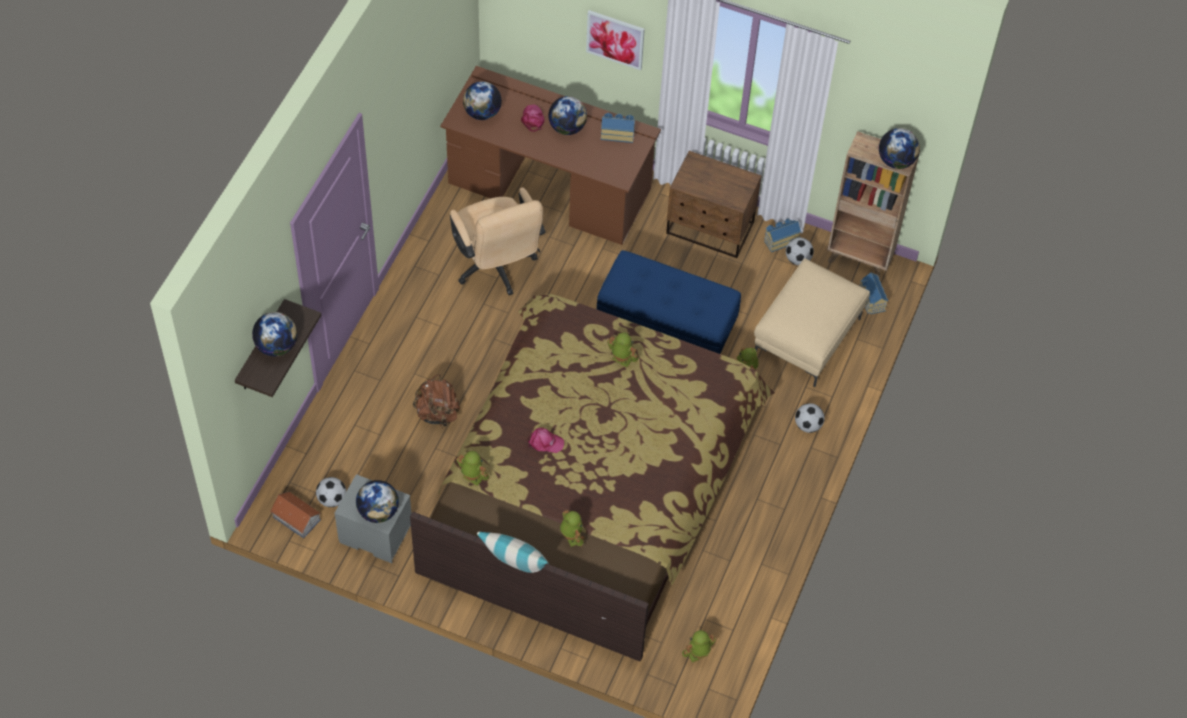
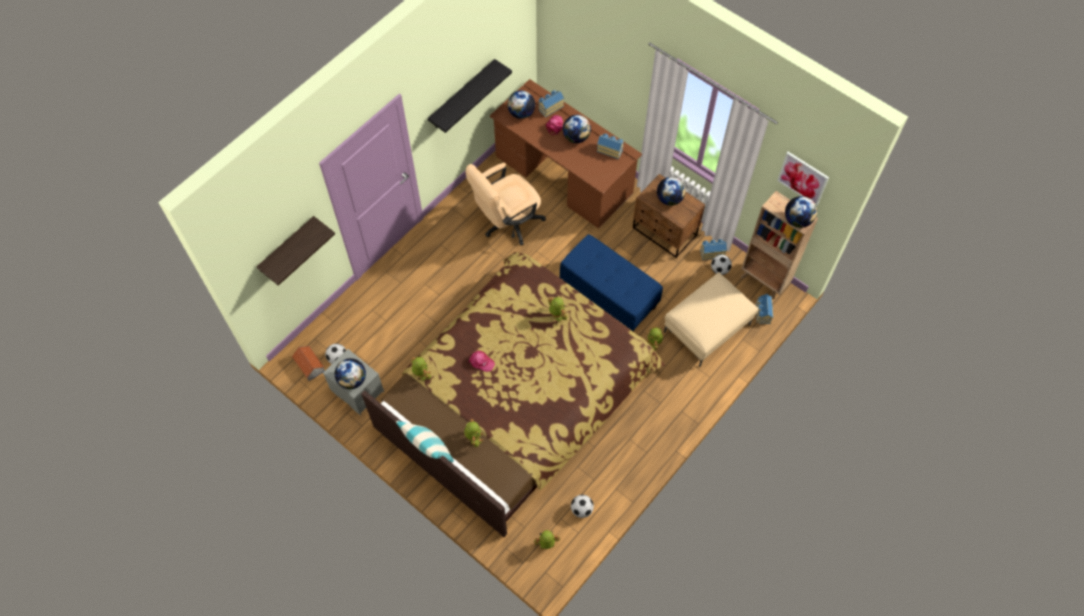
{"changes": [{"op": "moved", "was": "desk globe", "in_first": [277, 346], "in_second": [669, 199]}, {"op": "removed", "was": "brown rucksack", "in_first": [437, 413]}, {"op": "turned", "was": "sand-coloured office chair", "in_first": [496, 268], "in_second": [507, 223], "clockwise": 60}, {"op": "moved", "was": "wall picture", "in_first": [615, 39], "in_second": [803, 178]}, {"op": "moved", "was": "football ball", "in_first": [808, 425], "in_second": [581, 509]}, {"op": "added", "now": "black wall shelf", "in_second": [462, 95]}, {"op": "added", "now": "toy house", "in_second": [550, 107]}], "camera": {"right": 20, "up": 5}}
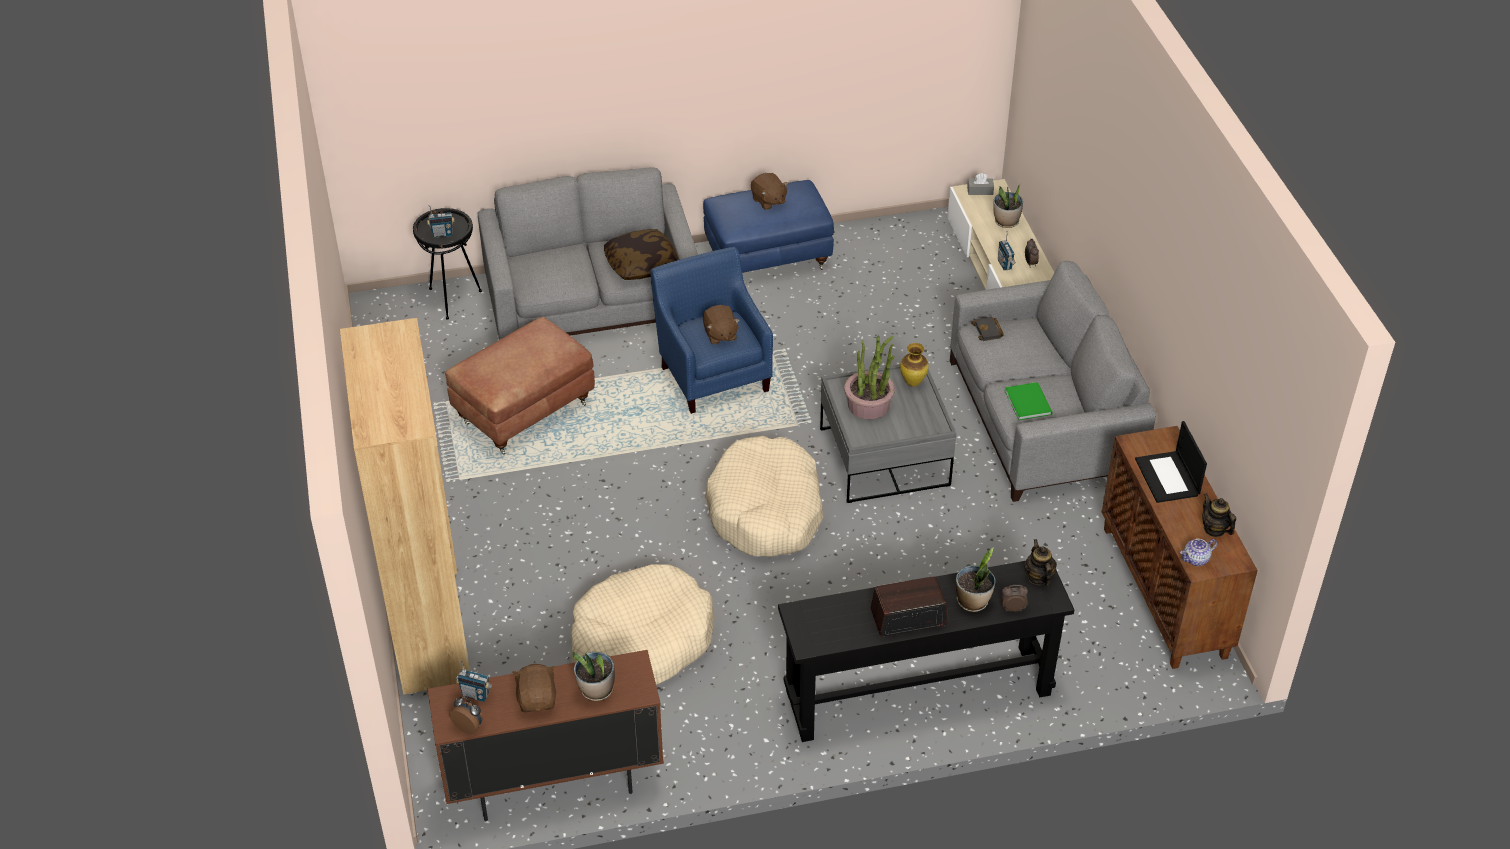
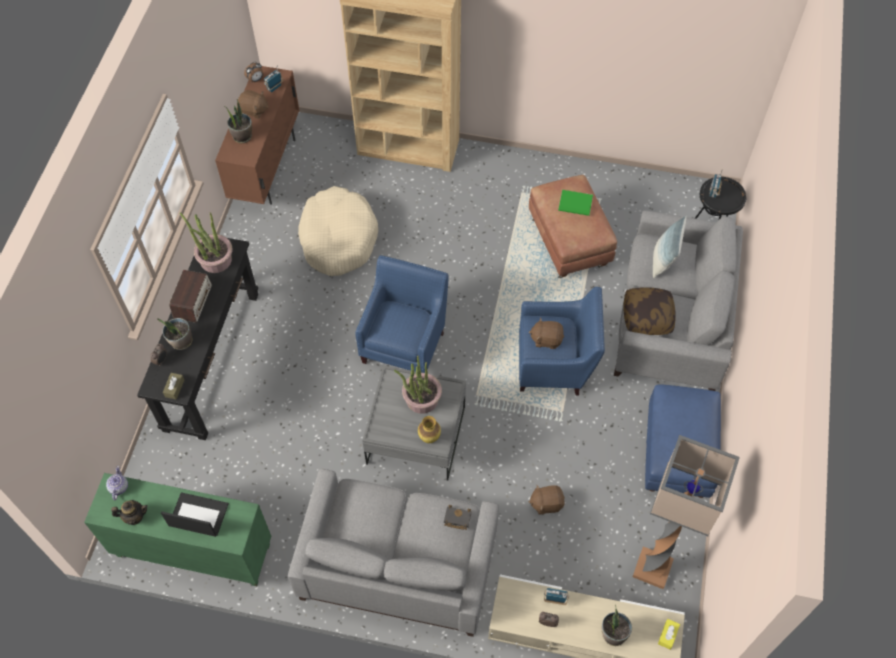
{"changes": [{"op": "replaced", "was": "sand-coloured dog cushion", "now": "blue-coloured easy chair", "in_first": [766, 511], "in_second": [405, 342]}, {"op": "moved", "was": "brown cuddly toy", "in_first": [768, 201], "in_second": [546, 503]}, {"op": "recoloured", "was": "gray tissue holder", "now": "yellow-coloured tissue holder", "in_first": [980, 191], "in_second": [668, 635]}, {"op": "moved", "was": "green-coloured book", "in_first": [1028, 401], "in_second": [576, 204]}, {"op": "replaced", "was": "teapot", "now": "brown tissue holder", "in_first": [1038, 577], "in_second": [174, 388]}, {"op": "recoloured", "was": "brown cupboard", "now": "green-coloured cupboard", "in_first": [1165, 592], "in_second": [192, 551]}, {"op": "added", "now": "houseplant", "in_second": [215, 260]}, {"op": "added", "now": "floor lamp", "in_second": [653, 568]}, {"op": "added", "now": "throw pillow", "in_second": [663, 260]}], "camera": {"right": 115, "up": 15}}
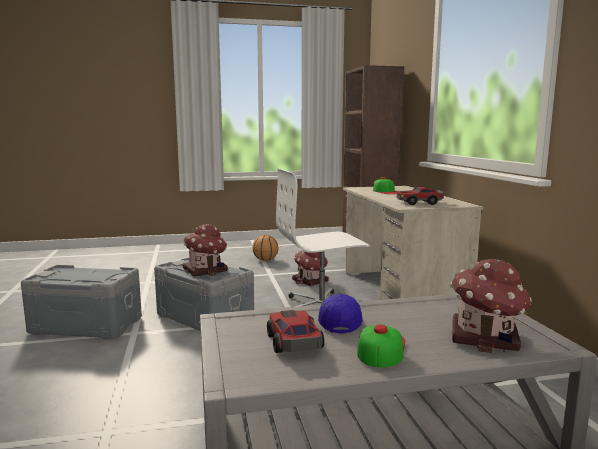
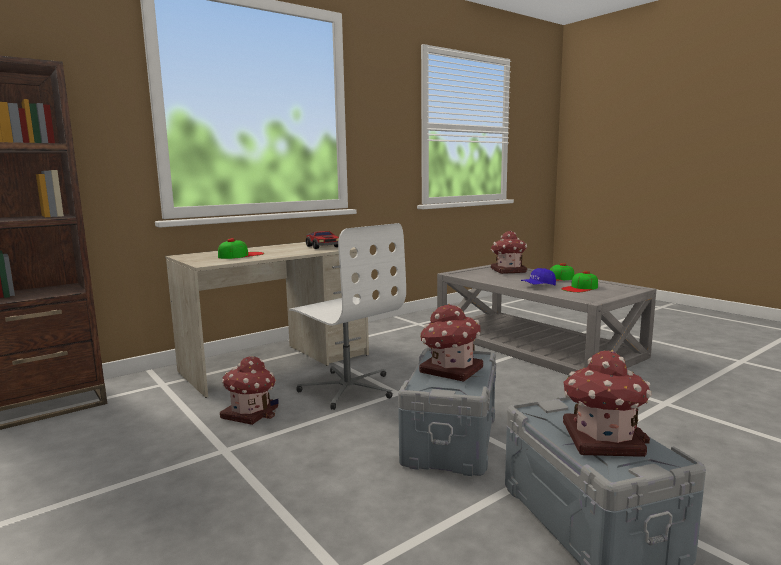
{"changes": [{"op": "removed", "was": "basketball ball", "in_first": [265, 260]}, {"op": "replaced", "was": "model car", "now": "baseball cap", "in_first": [294, 342], "in_second": [580, 288]}, {"op": "added", "now": "toy house", "in_second": [602, 439]}], "camera": {"right": -115, "up": 0}}
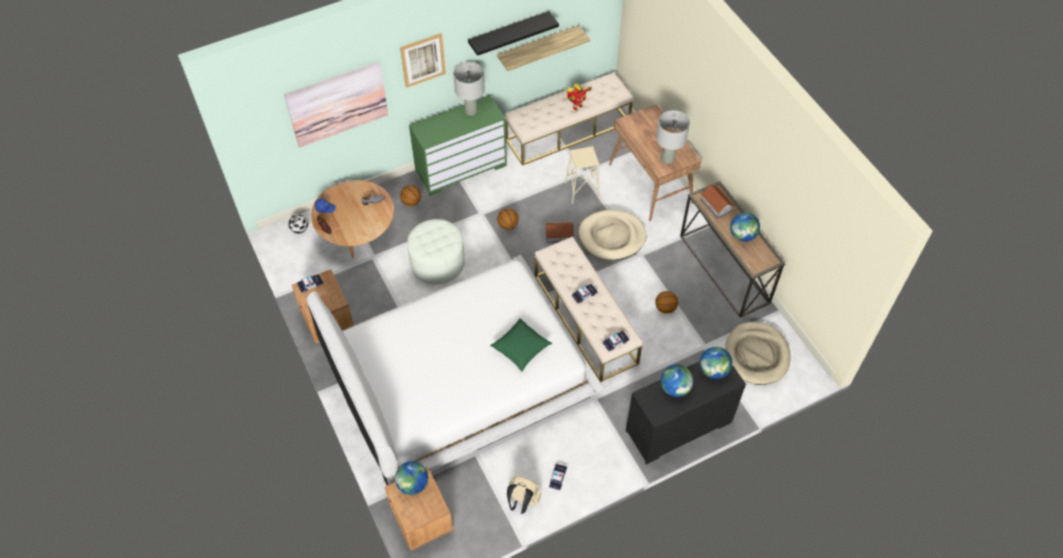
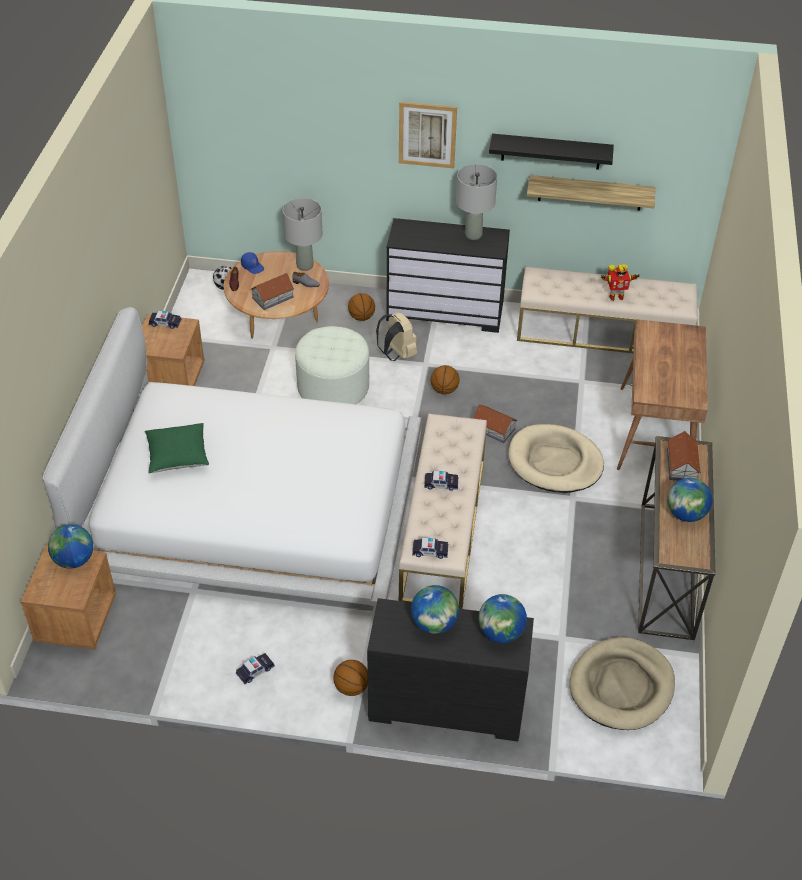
{"changes": [{"op": "removed", "was": "wall picture", "in_first": [337, 104]}, {"op": "recoloured", "was": "green-coloured chest of drawers", "now": "black chest of drawers", "in_first": [461, 168], "in_second": [445, 311]}, {"op": "moved", "was": "green-coloured throw pillow", "in_first": [521, 349], "in_second": [178, 456]}, {"op": "moved", "was": "sand-coloured rucksack", "in_first": [522, 501], "in_second": [397, 354]}, {"op": "removed", "was": "sand-coloured stool", "in_first": [582, 190]}, {"op": "moved", "was": "basketball ball", "in_first": [665, 308], "in_second": [351, 687]}, {"op": "moved", "was": "gray tabletop lamp", "in_first": [667, 159], "in_second": [304, 266]}, {"op": "added", "now": "toy house", "in_second": [272, 297]}], "camera": {"right": 35, "up": -10}}
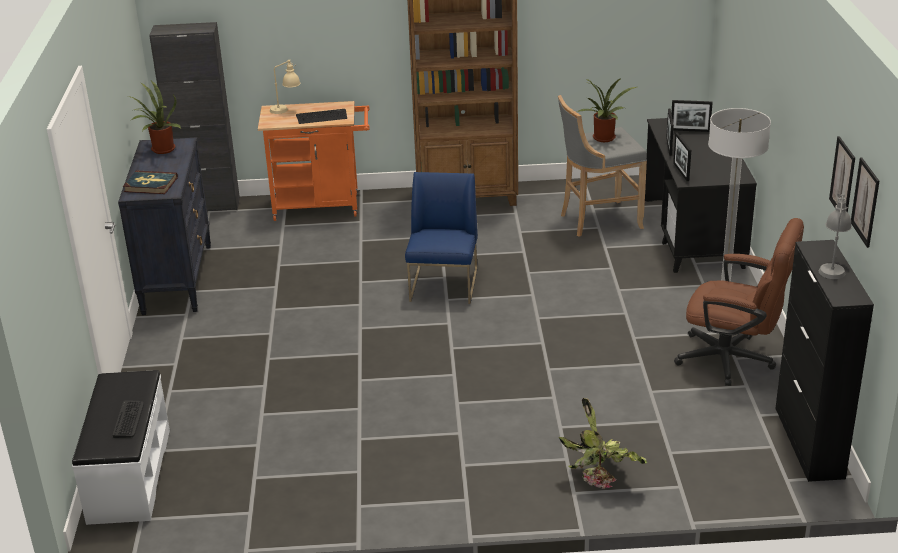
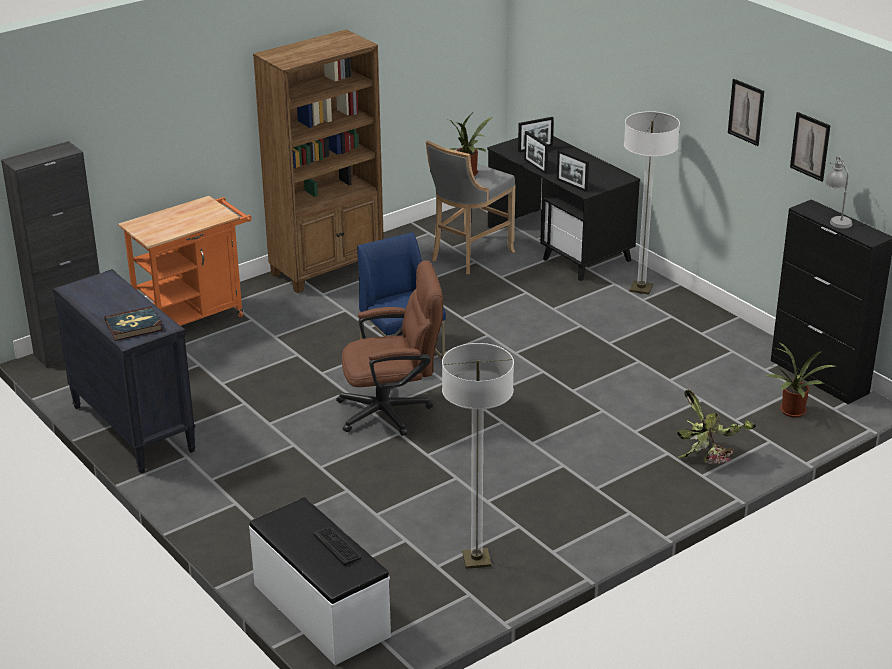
{"changes": [{"op": "moved", "was": "houseplant", "in_first": [161, 150], "in_second": [792, 412]}, {"op": "removed", "was": "sand-coloured tabletop lamp", "in_first": [286, 110]}, {"op": "removed", "was": "keyboard", "in_first": [322, 117]}, {"op": "moved", "was": "brown office chair", "in_first": [734, 360], "in_second": [393, 411]}, {"op": "moved", "was": "wall picture", "in_first": [865, 202], "in_second": [746, 112]}, {"op": "added", "now": "floor lamp", "in_second": [476, 559]}], "camera": {"right": -35, "up": 0}}
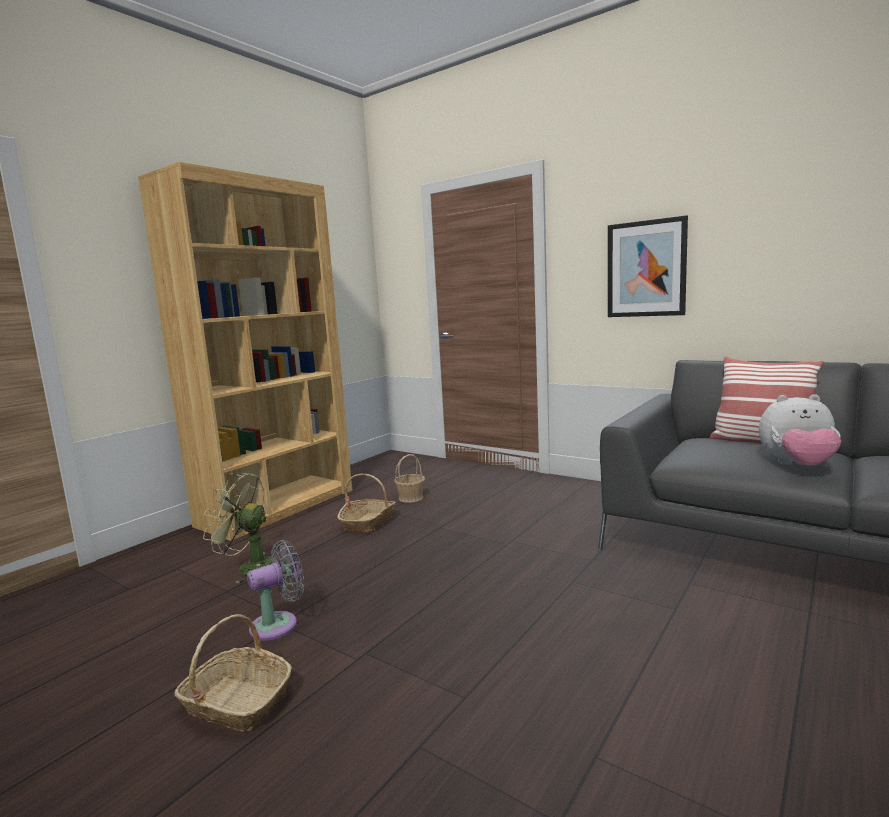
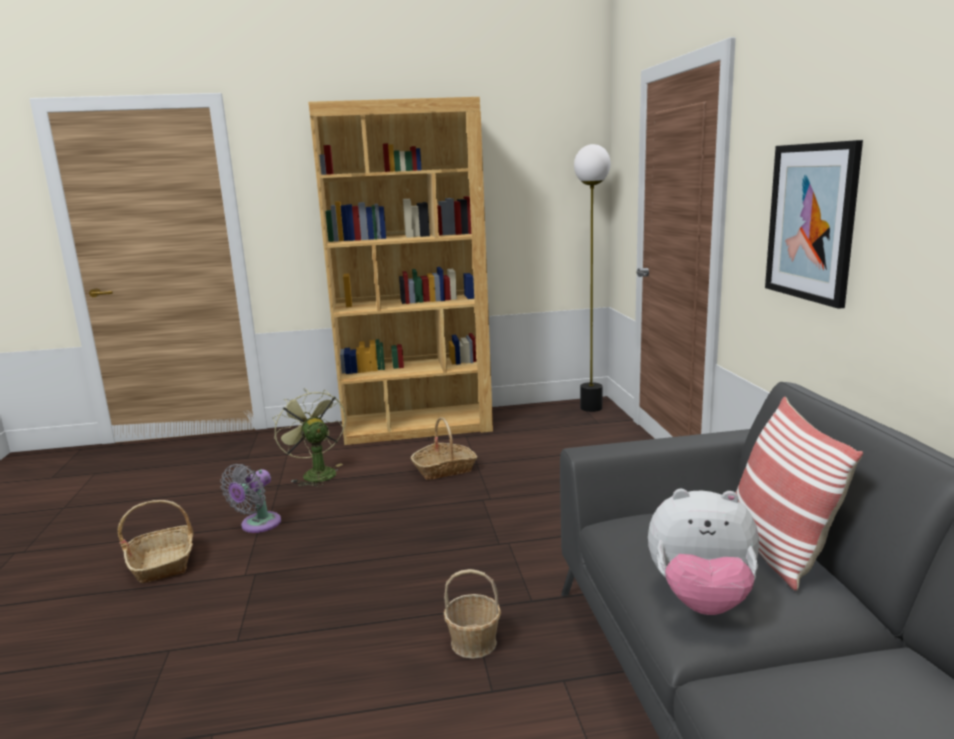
{"changes": [{"op": "turned", "was": "gray electric fan", "in_first": [279, 624], "in_second": [257, 525], "clockwise": 105}, {"op": "moved", "was": "basket", "in_first": [411, 498], "in_second": [474, 643]}, {"op": "turned", "was": "cuddly toy", "in_first": [797, 466], "in_second": [701, 599], "clockwise": -45}, {"op": "added", "now": "floor lamp", "in_second": [591, 408]}], "camera": {"right": 45, "up": 5}}
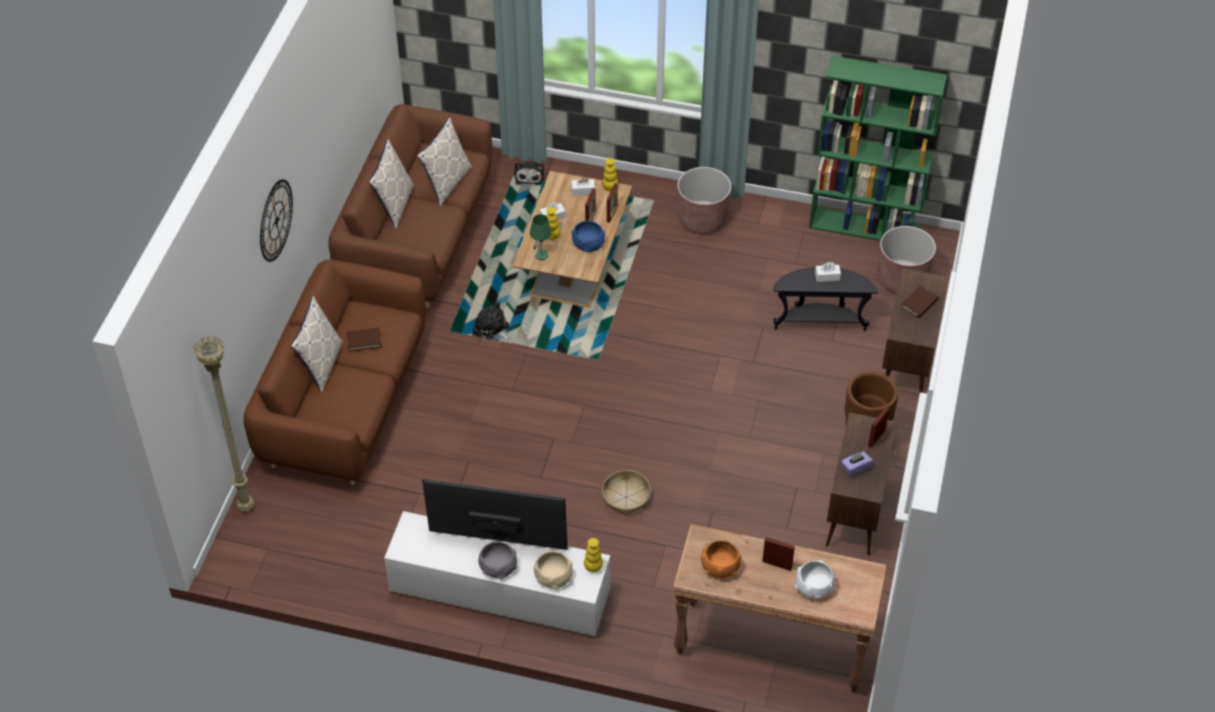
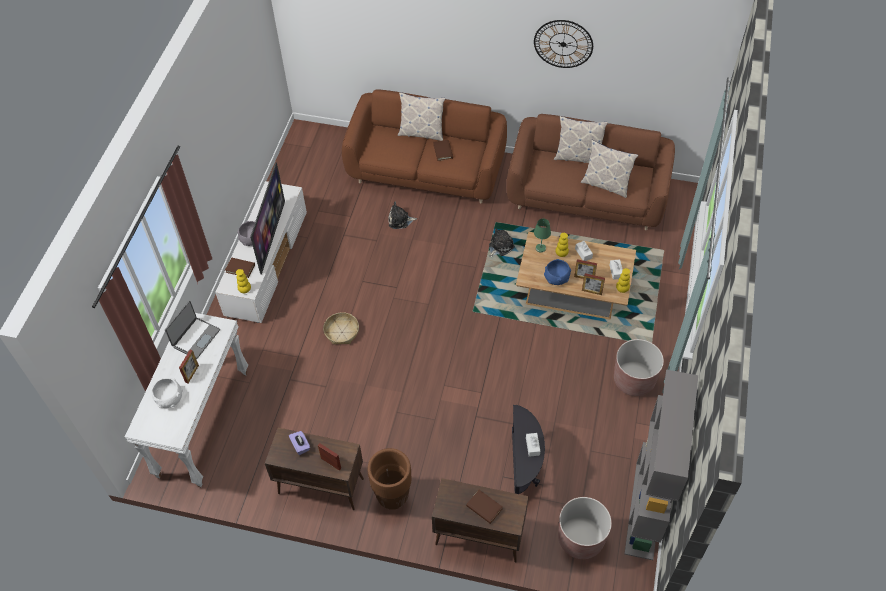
{"changes": [{"op": "removed", "was": "sand-coloured floor lamp", "in_first": [247, 507]}, {"op": "moved", "was": "clock on the wall", "in_first": [276, 220], "in_second": [563, 44]}, {"op": "moved", "was": "cuddly toy", "in_first": [529, 176], "in_second": [400, 220]}, {"op": "replaced", "was": "sand-coloured serving bowl", "now": "brown book", "in_first": [553, 576], "in_second": [240, 268]}, {"op": "recoloured", "was": "brown narrow table", "now": "white-coloured narrow table", "in_first": [771, 647], "in_second": [203, 423]}, {"op": "replaced", "was": "orange-coloured serving bowl", "now": "portable computer", "in_first": [720, 566], "in_second": [195, 338]}, {"op": "recoloured", "was": "green-coloured bookshelf", "now": "gray bookshelf", "in_first": [865, 226], "in_second": [645, 511]}], "camera": {"right": 90, "up": 5}}
